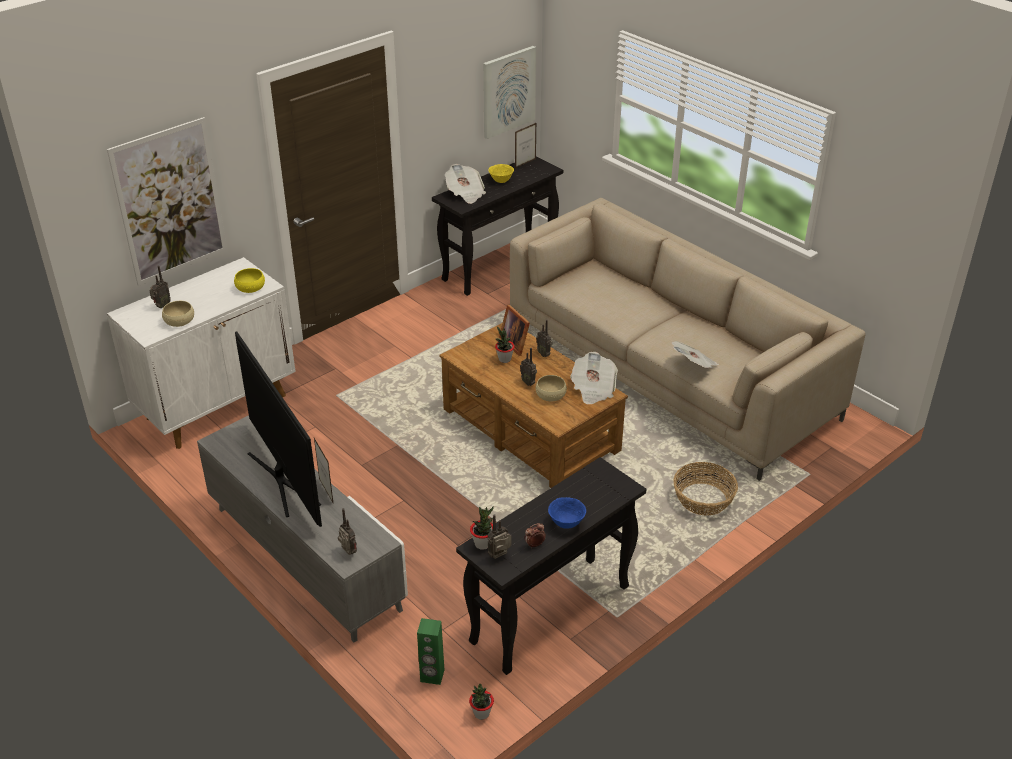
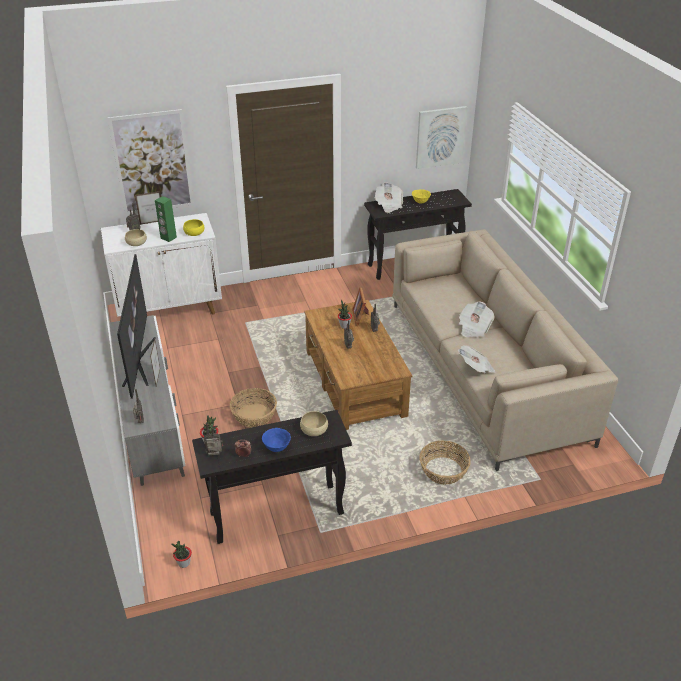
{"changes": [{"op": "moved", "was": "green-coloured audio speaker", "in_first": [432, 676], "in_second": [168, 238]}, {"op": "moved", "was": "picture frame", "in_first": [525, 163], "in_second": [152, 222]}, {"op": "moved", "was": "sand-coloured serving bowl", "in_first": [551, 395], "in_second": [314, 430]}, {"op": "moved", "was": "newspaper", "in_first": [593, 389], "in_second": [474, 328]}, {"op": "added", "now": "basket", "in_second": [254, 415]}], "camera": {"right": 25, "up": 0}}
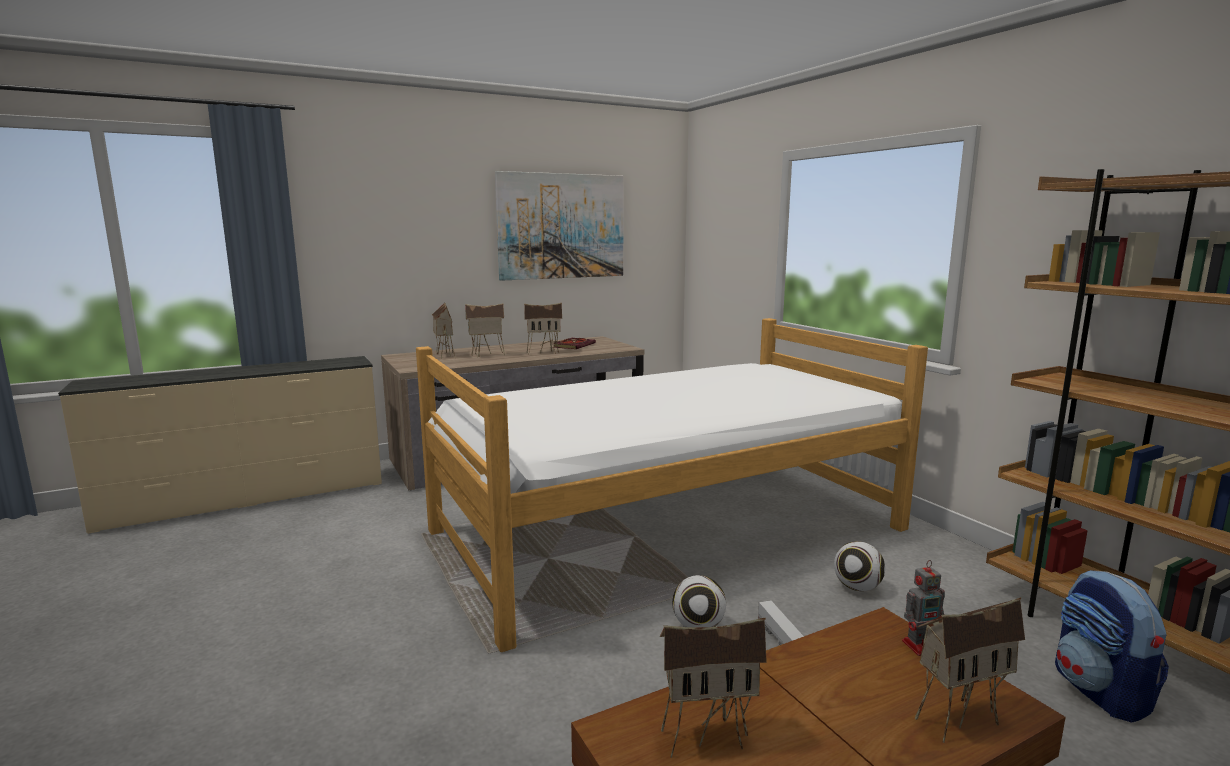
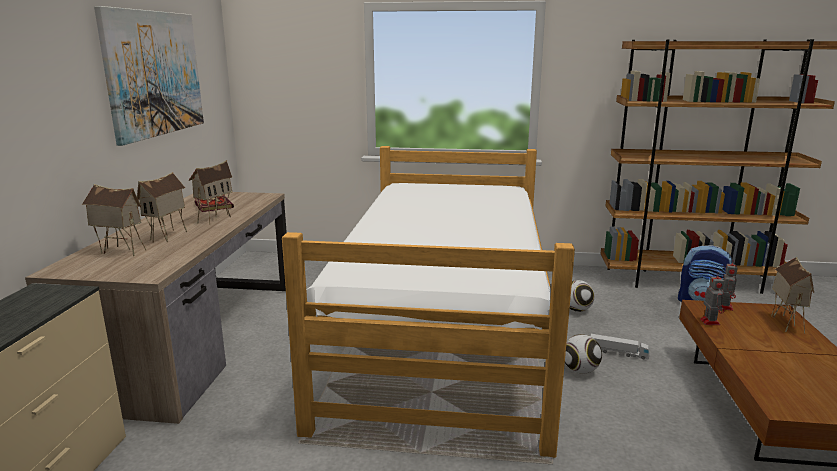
{"changes": [{"op": "removed", "was": "toy house", "in_first": [707, 734]}, {"op": "added", "now": "model robot", "in_second": [709, 321]}], "camera": {"right": -55, "up": 5}}
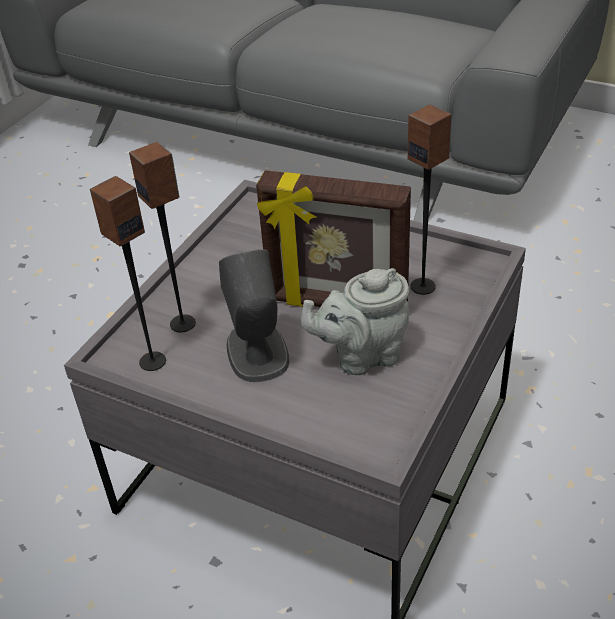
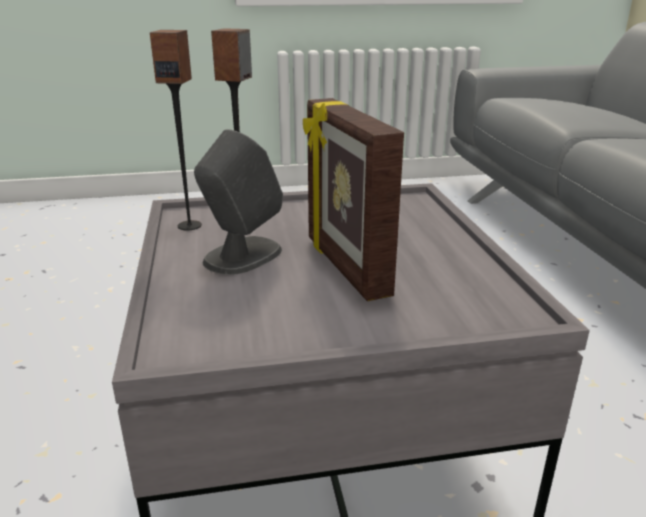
{"changes": [{"op": "removed", "was": "gray teapot", "in_first": [362, 356]}, {"op": "removed", "was": "audio speaker", "in_first": [423, 286]}], "camera": {"right": 50, "up": -15}}
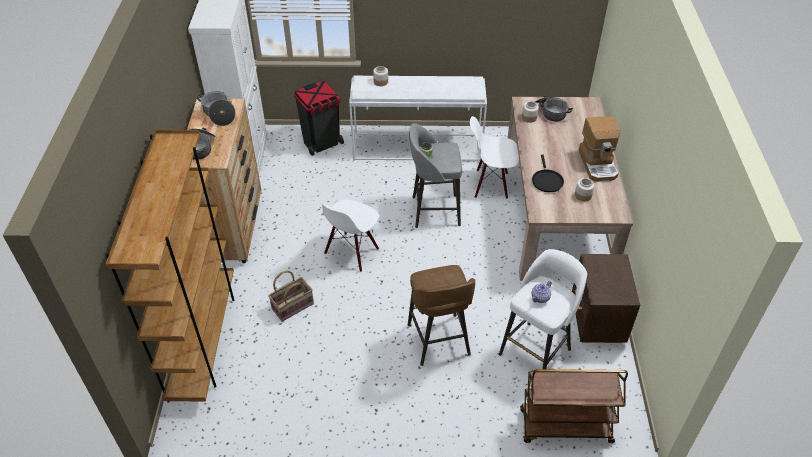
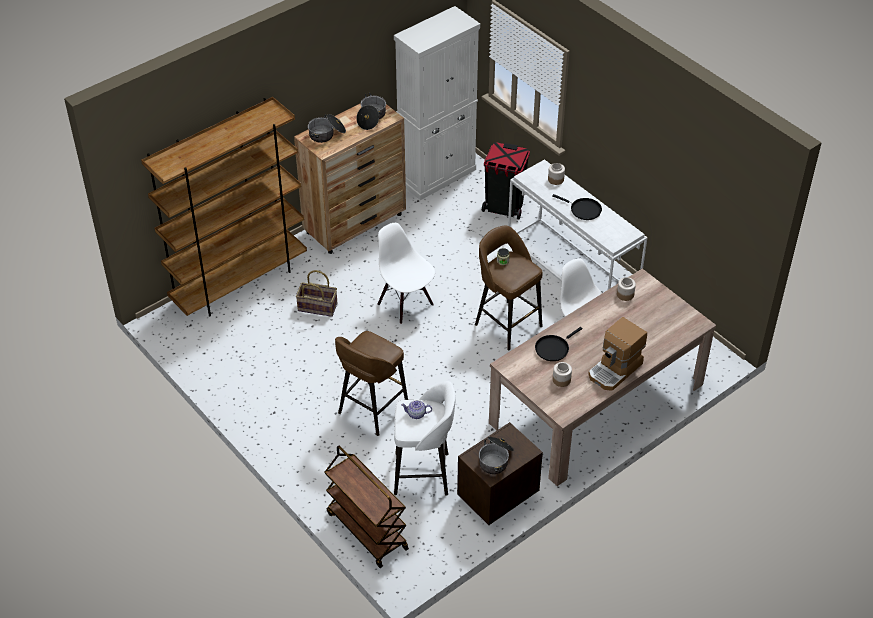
{"changes": [{"op": "turned", "was": "white-coloured chair", "in_first": [352, 252], "in_second": [406, 304], "clockwise": 60}, {"op": "recoloured", "was": "gray stool", "now": "brown stool", "in_first": [434, 211], "in_second": [507, 324]}, {"op": "moved", "was": "saucepot", "in_first": [551, 112], "in_second": [496, 459]}, {"op": "added", "now": "black frying pan", "in_second": [583, 210]}], "camera": {"right": 50, "up": 0}}
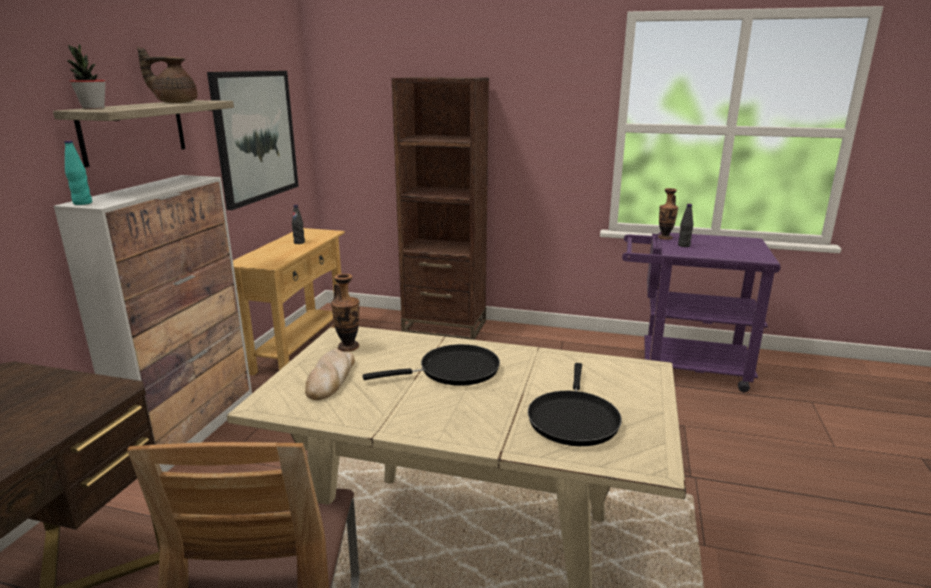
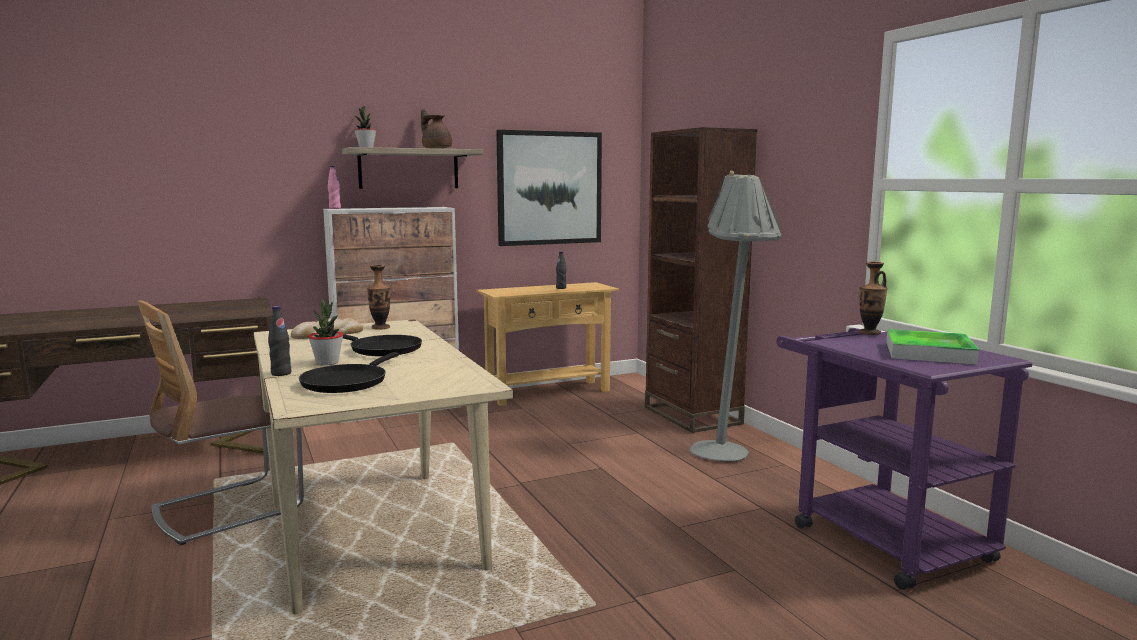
{"changes": [{"op": "recoloured", "was": "turquoise beverage bottle", "now": "pink-coloured beverage bottle", "in_first": [82, 203], "in_second": [335, 208]}, {"op": "turned", "was": "black frying pan", "in_first": [573, 419], "in_second": [347, 382], "clockwise": -45}, {"op": "moved", "was": "black beverage bottle", "in_first": [684, 245], "in_second": [281, 373]}, {"op": "added", "now": "houseplant", "in_second": [327, 363]}, {"op": "added", "now": "gray floor lamp", "in_second": [730, 449]}, {"op": "added", "now": "tray", "in_second": [929, 352]}], "camera": {"right": 50, "up": -10}}
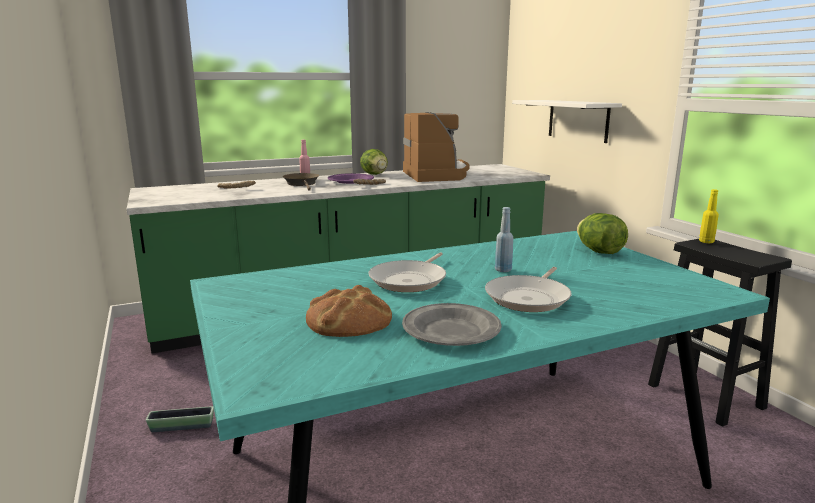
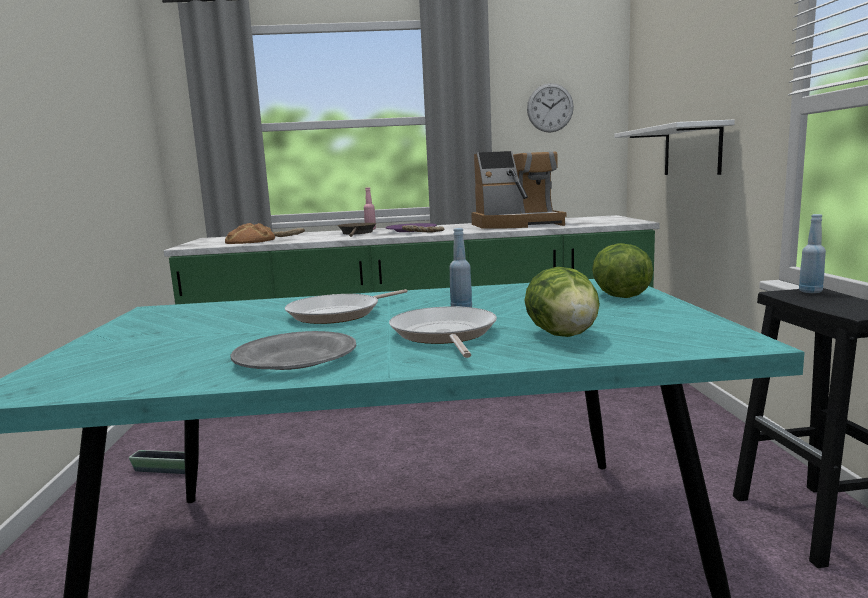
{"changes": [{"op": "moved", "was": "bakery bread", "in_first": [349, 319], "in_second": [250, 241]}, {"op": "moved", "was": "lettuce", "in_first": [374, 174], "in_second": [563, 335]}, {"op": "turned", "was": "coffee machine", "in_first": [437, 175], "in_second": [517, 224], "clockwise": 75}, {"op": "turned", "was": "frying pan", "in_first": [529, 298], "in_second": [444, 335], "clockwise": 120}, {"op": "recoloured", "was": "yellow-coloured beverage bottle", "now": "blue-coloured beverage bottle", "in_first": [706, 242], "in_second": [810, 291]}, {"op": "added", "now": "clock on the wall", "in_second": [550, 108]}], "camera": {"right": 20, "up": -5}}
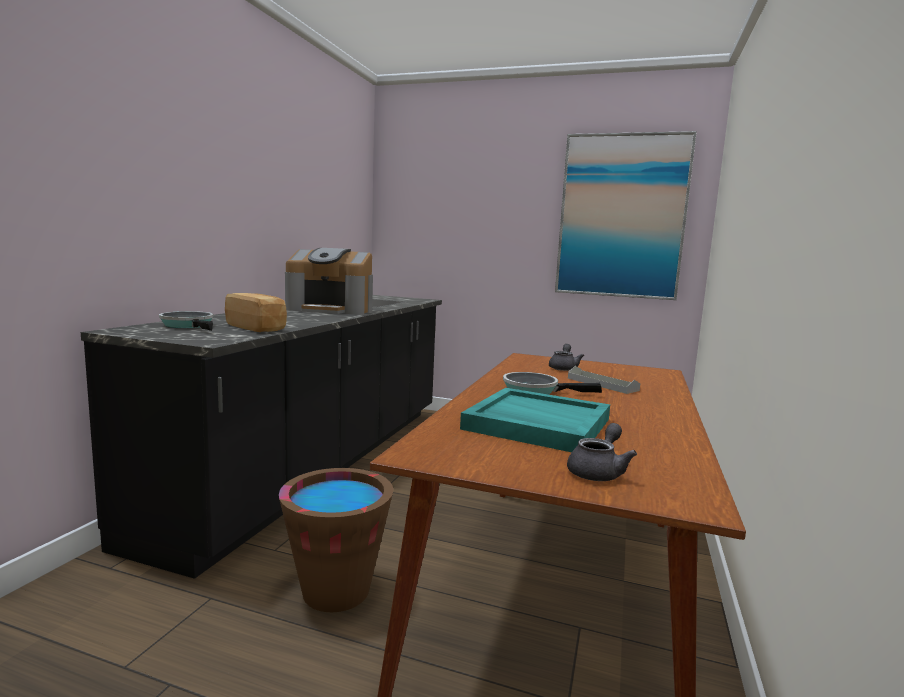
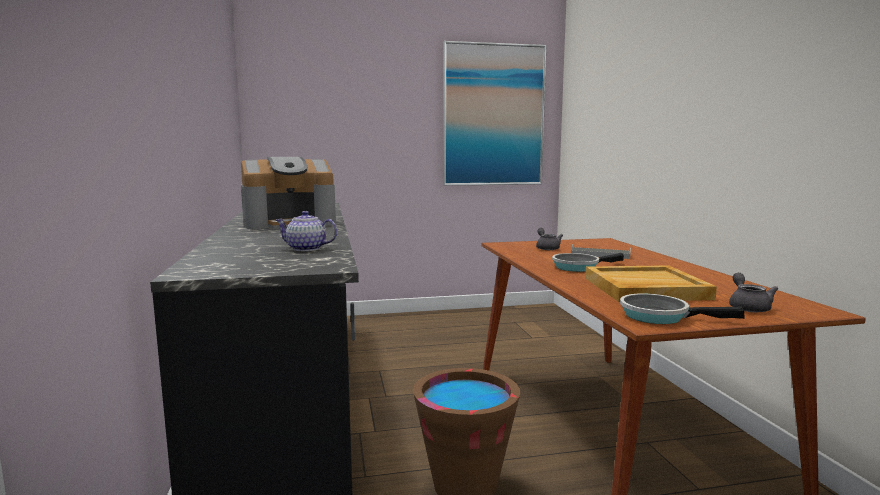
{"changes": [{"op": "moved", "was": "frying pan", "in_first": [189, 326], "in_second": [660, 316]}, {"op": "replaced", "was": "bakery bread", "now": "teapot", "in_first": [256, 327], "in_second": [307, 249]}, {"op": "recoloured", "was": "turquoise tray", "now": "sand-coloured tray", "in_first": [536, 424], "in_second": [644, 288]}], "camera": {"right": -30, "up": 0}}
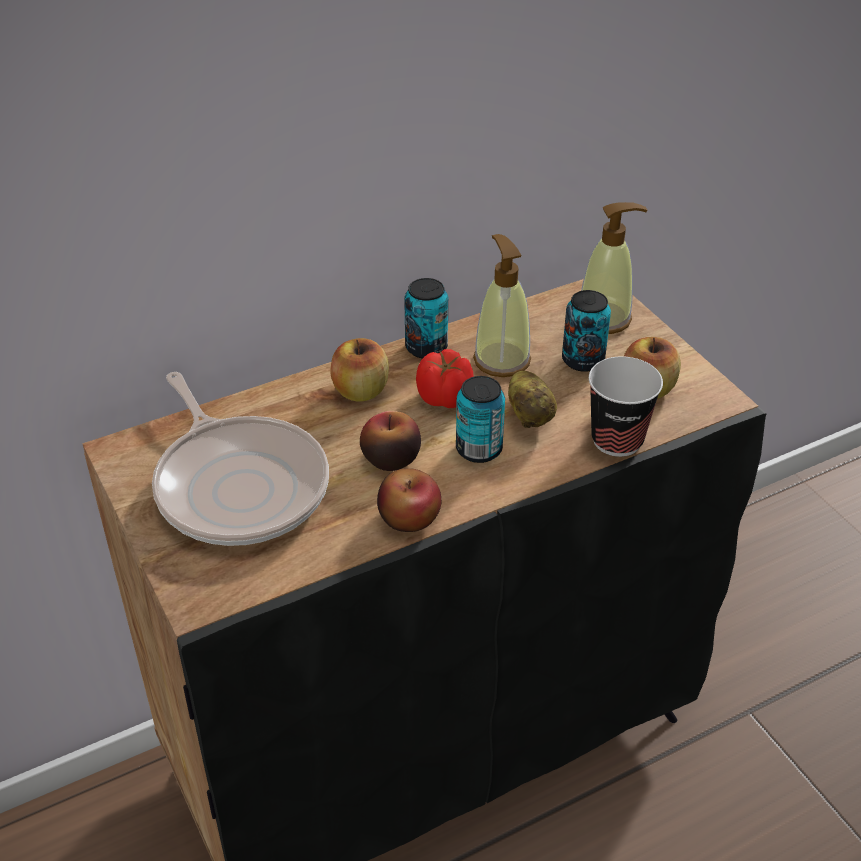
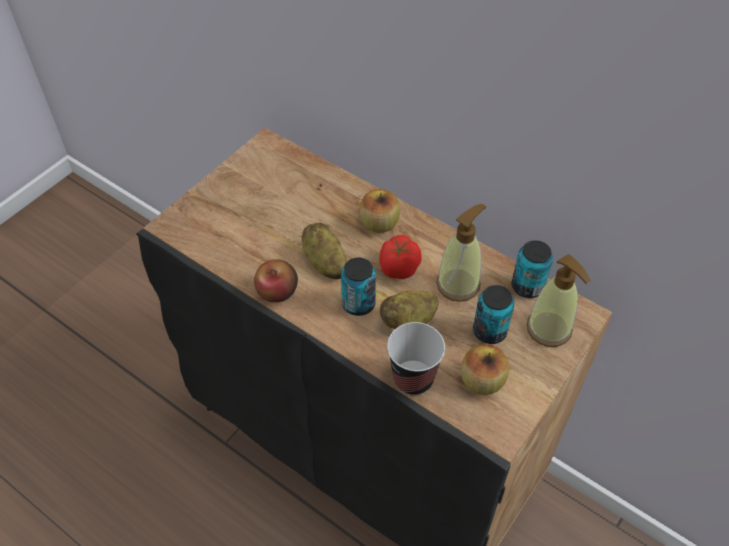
{"changes": [{"op": "removed", "was": "frying pan", "in_first": [239, 485]}, {"op": "replaced", "was": "whole apple", "now": "spud", "in_first": [390, 458], "in_second": [325, 262]}, {"op": "moved", "was": "sealed can", "in_first": [426, 347], "in_second": [527, 287]}], "camera": {"right": 65, "up": 10}}
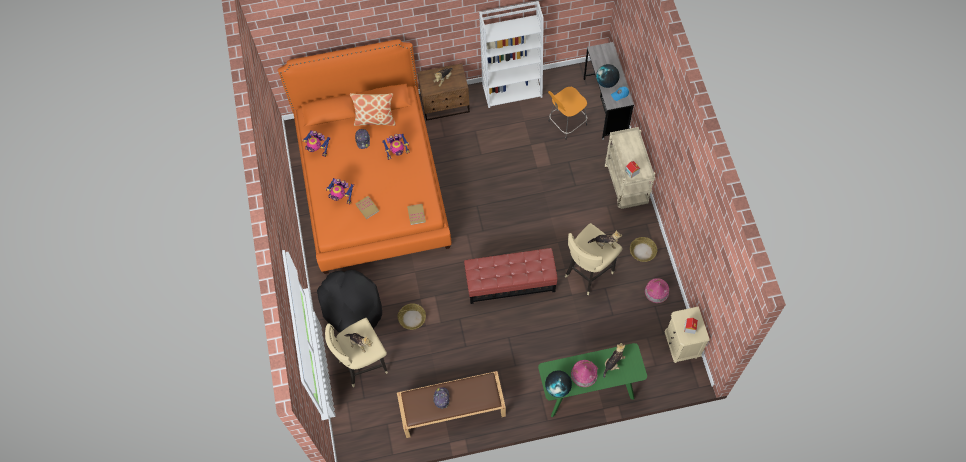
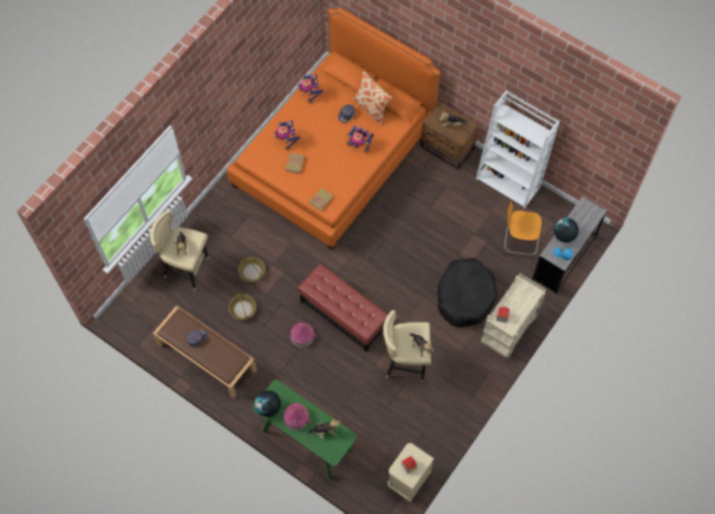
{"changes": [{"op": "moved", "was": "black dog cushion", "in_first": [351, 306], "in_second": [465, 296]}, {"op": "moved", "was": "basket", "in_first": [642, 251], "in_second": [242, 309]}, {"op": "moved", "was": "toy house", "in_first": [656, 291], "in_second": [302, 336]}], "camera": {"right": 45, "up": 0}}
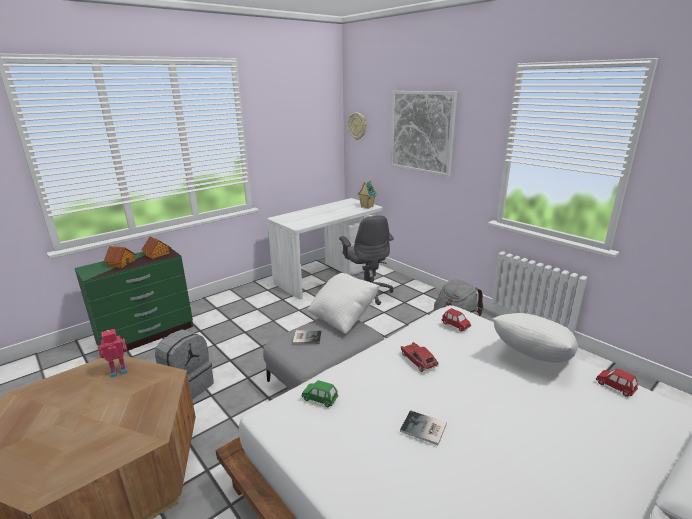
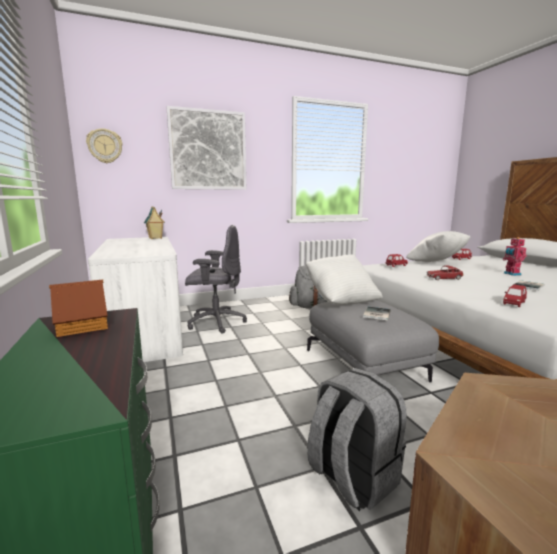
{"changes": [{"op": "moved", "was": "model robot", "in_first": [118, 370], "in_second": [511, 274]}, {"op": "removed", "was": "toy house", "in_first": [121, 263]}, {"op": "recoloured", "was": "green-coloured model car", "now": "red-coloured model car", "in_first": [320, 399], "in_second": [514, 303]}], "camera": {"right": -70, "up": -10}}
